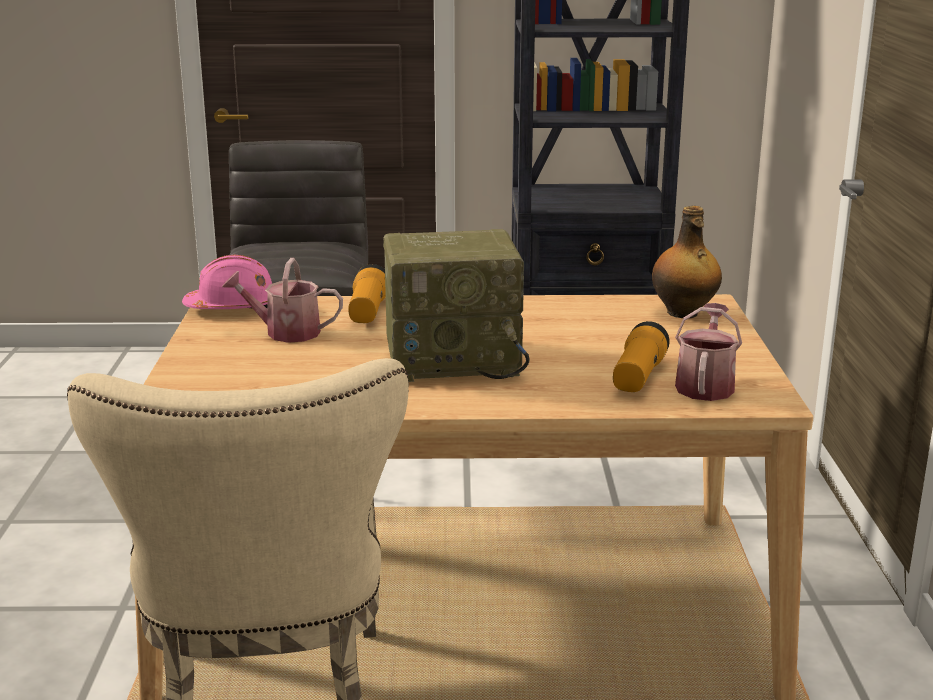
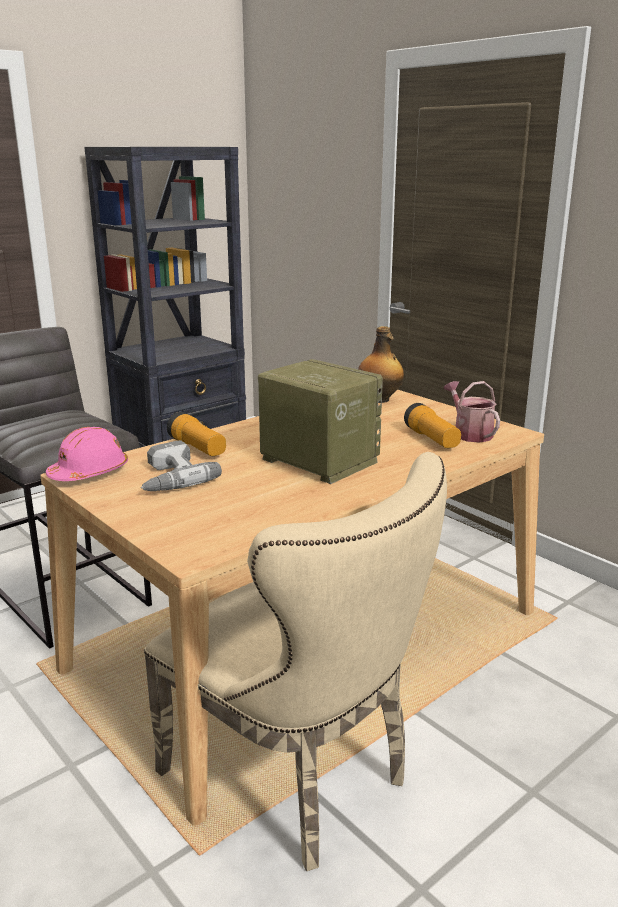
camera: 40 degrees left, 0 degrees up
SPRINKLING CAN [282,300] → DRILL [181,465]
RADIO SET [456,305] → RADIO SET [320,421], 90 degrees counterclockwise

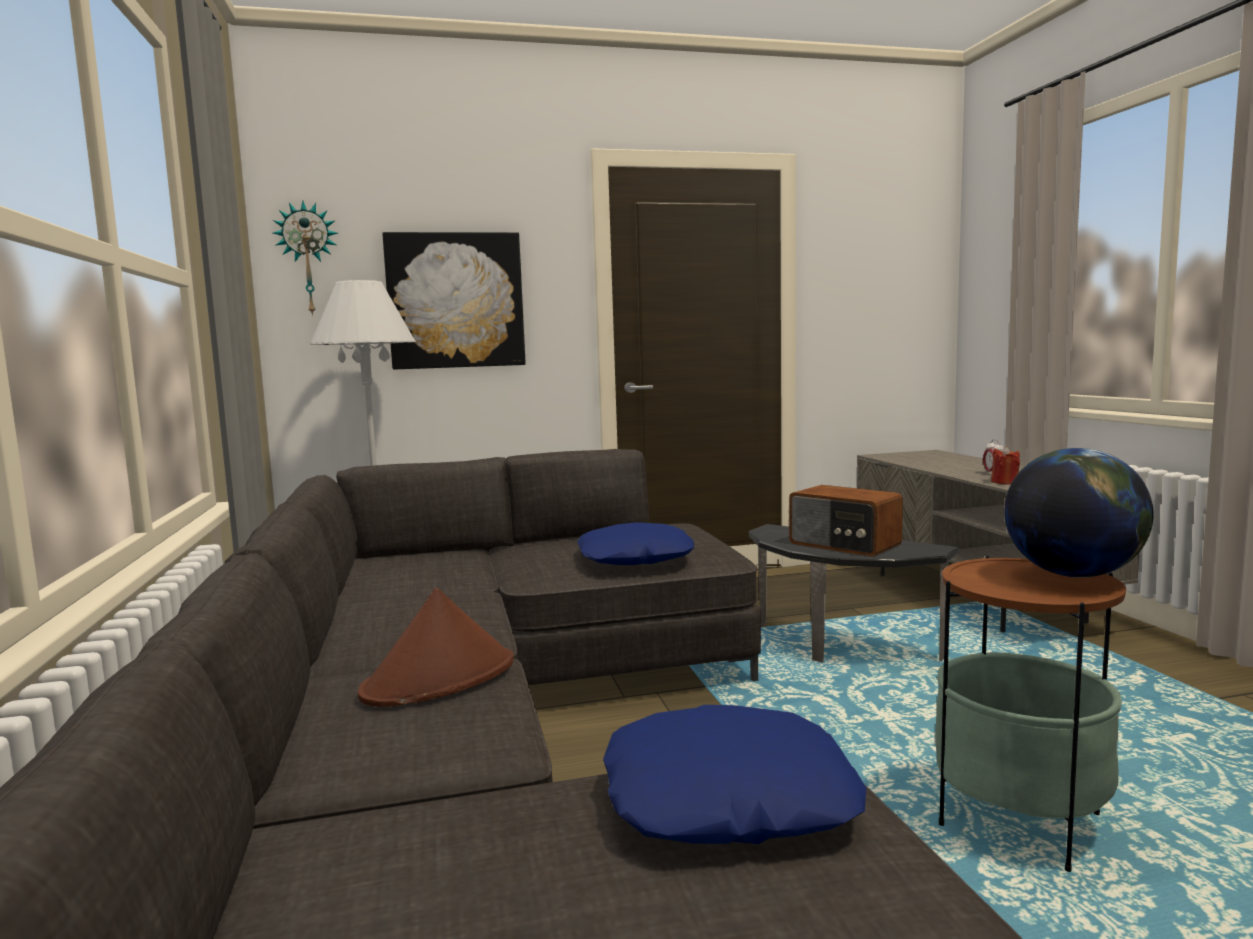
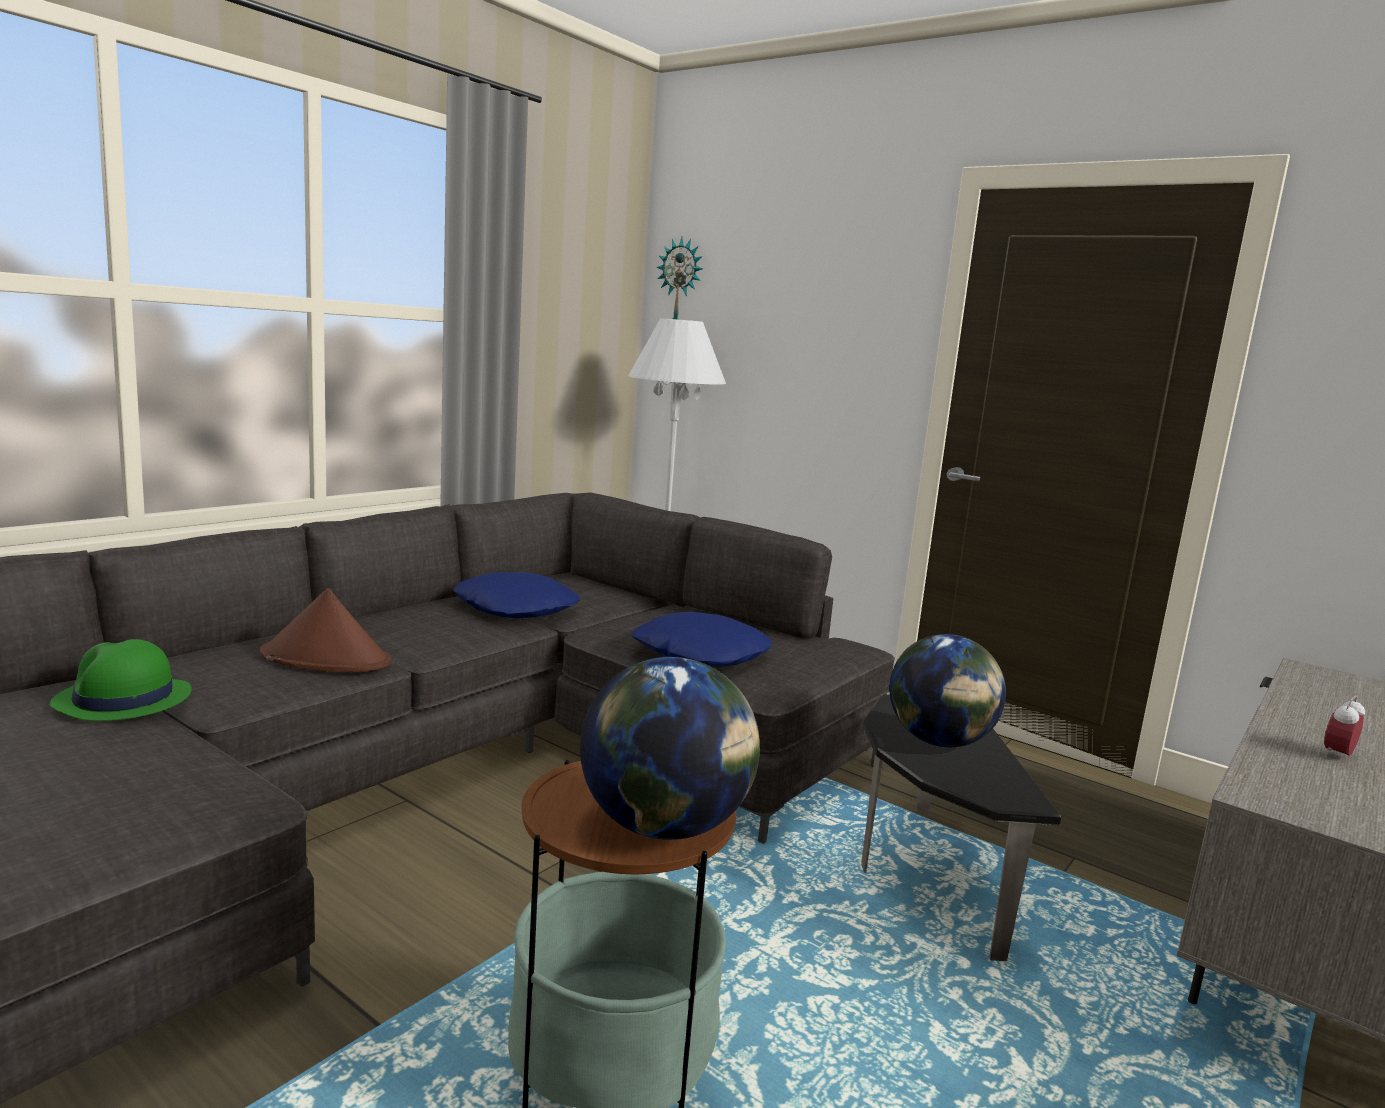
camera: 50 degrees right, 5 degrees up
WALL ART [454,300] → -
REDDISH WAX LIGHT [1005,465] → -
- → GREENISH CLOTHING HAT [121,680]
BLUISH PILLOW [734,774] → BLUISH PILLOW [516,595], shifted
RADIO SET [846,520] → DESK GLOBE [947,690]

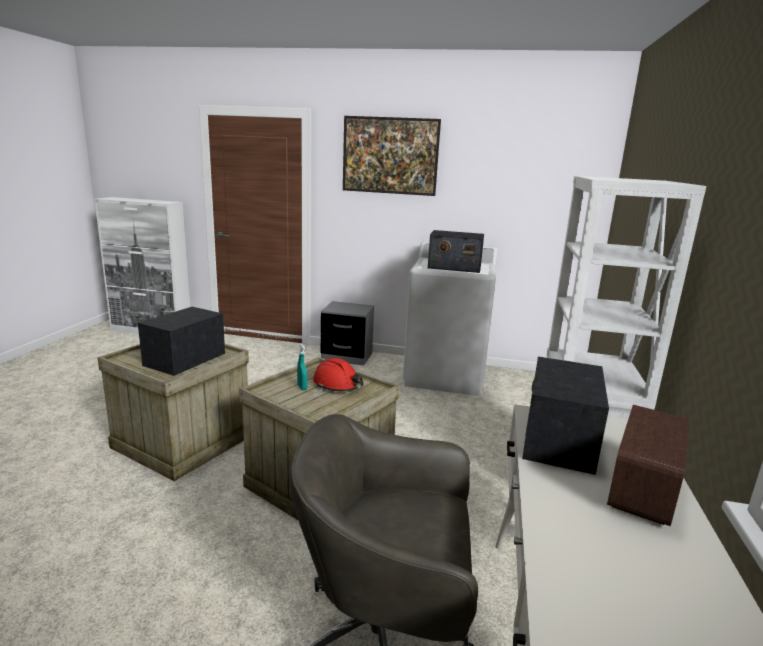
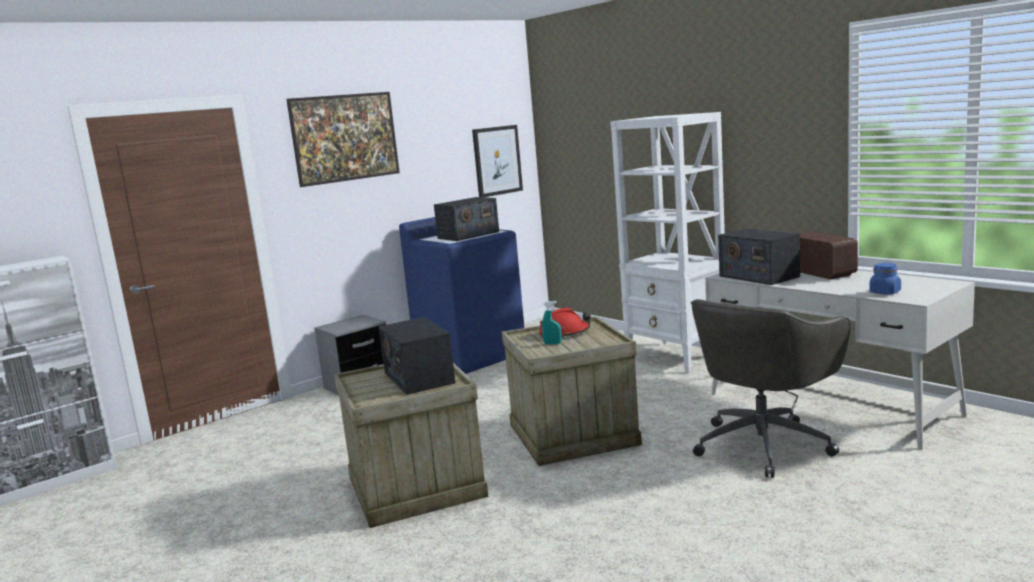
camera: 50 degrees left, 5 degrees down
- → WALL ART [497,161]
- → BLUISH STORAGE JAR [885,278]
WHITE-COLOURED WASHING MACHINE [450,318] → BLUISH WASHING MACHINE [461,295]

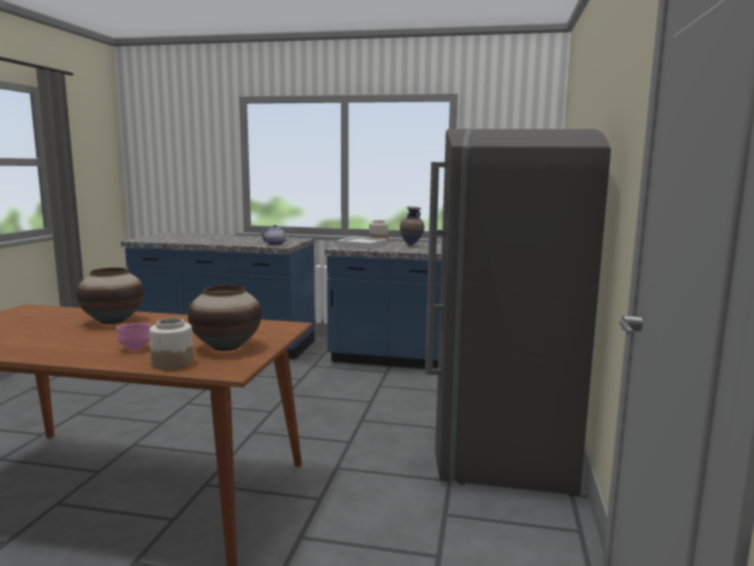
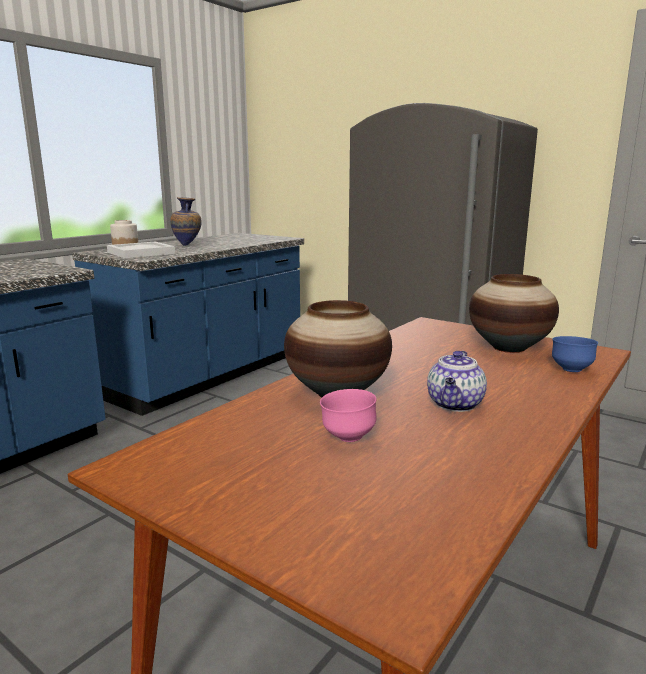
camera: 65 degrees left, 5 degrees up
PINKISH BOWL [133,336] → PINKISH BOWL [348,415], shifted
TEAPOT [275,235] → TEAPOT [457,381], shifted
STORAGE JAR [171,344] → BLUISH BOWL [575,354]

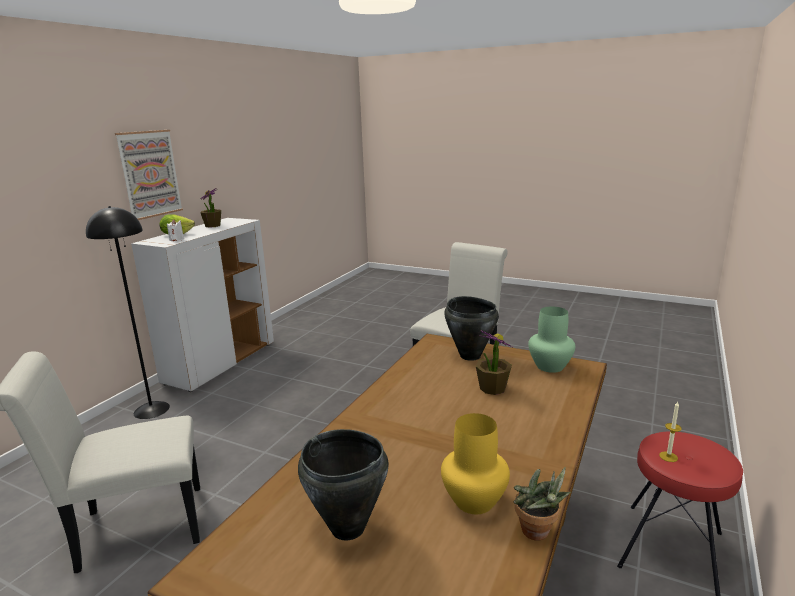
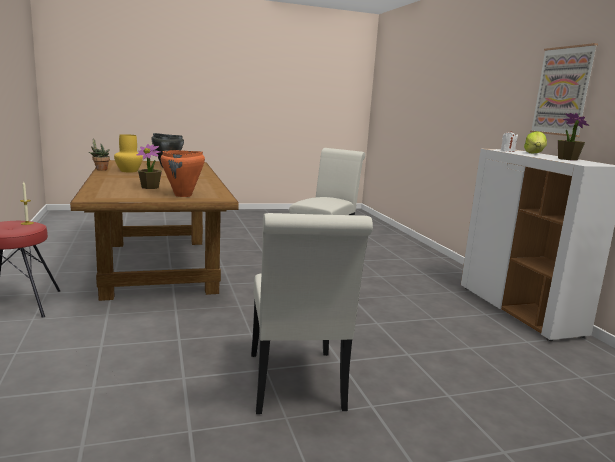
camera: 135 degrees right, 5 degrees down
BLACK-COLOURED STANDING LAMP [128,312] → -
GREENISH FLOWER VASE [551,339] → -
BLACK-COLOURED SAUCEPOT [471,328] → ORANGE SAUCEPOT [183,173]

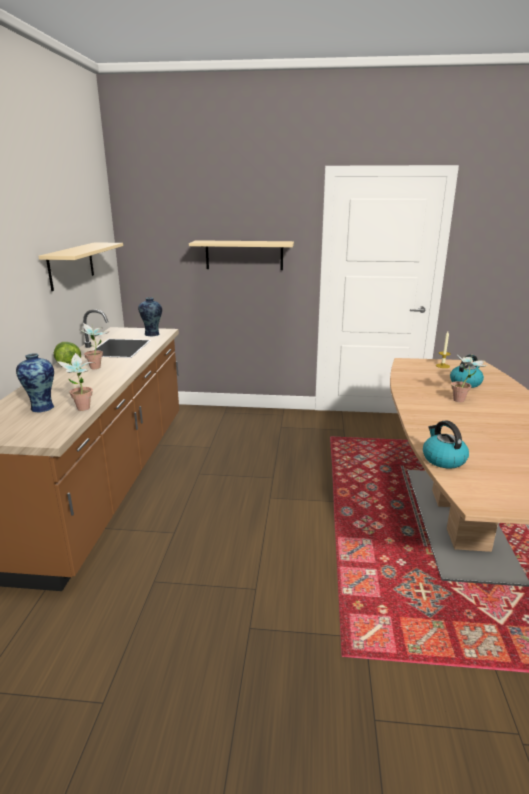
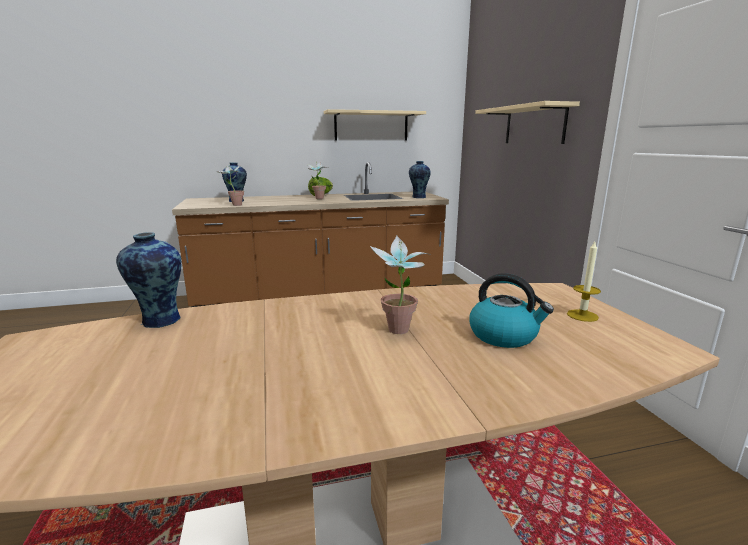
camera: 70 degrees right, 5 degrees down
TEA KETTLE [446,444] → FLOWER VASE [149,280]

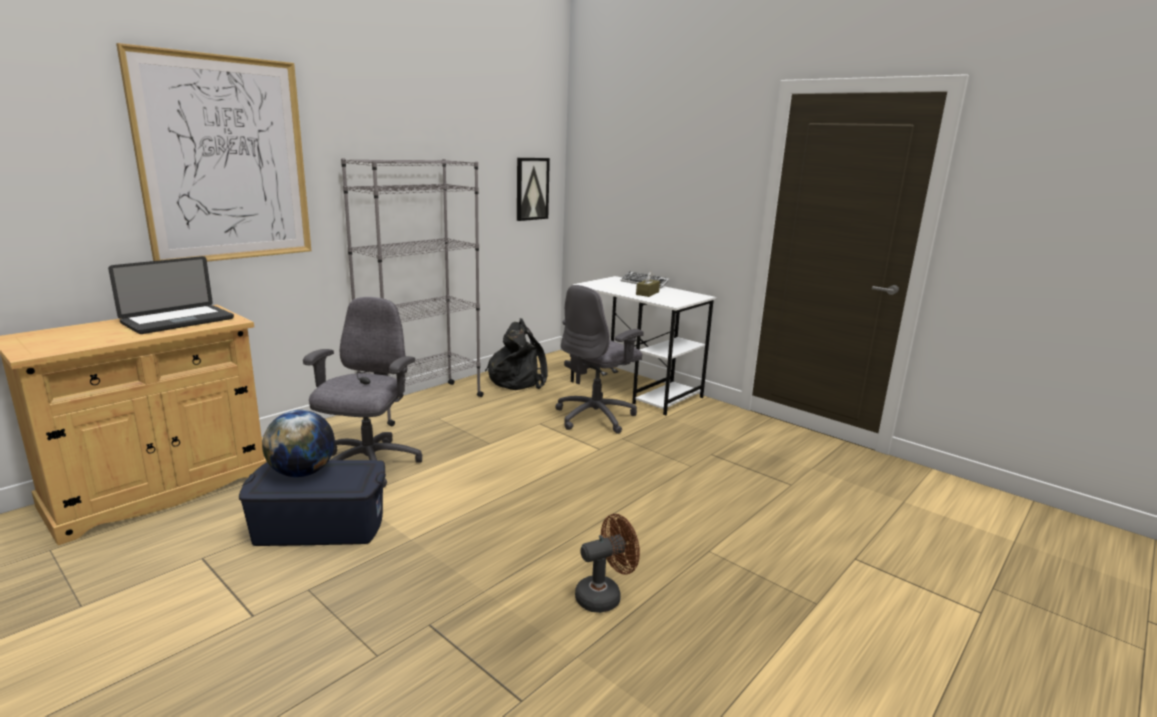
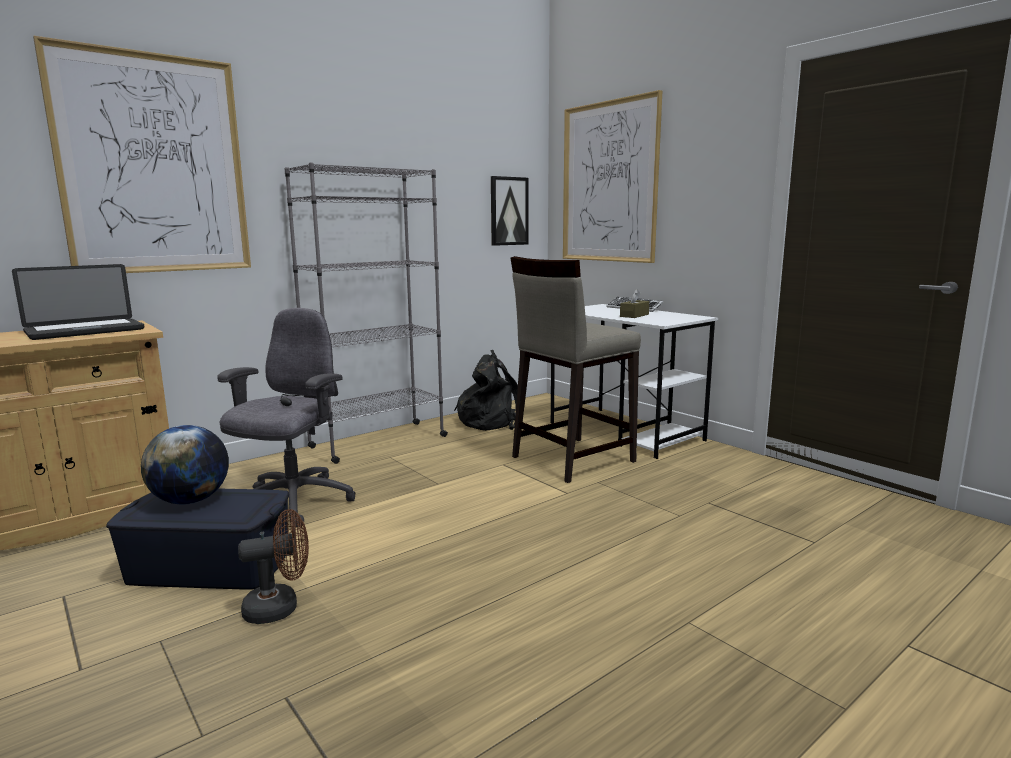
camera: 10 degrees right, 5 degrees down
- → WALL ART [612,176]
BROWN FAN [607,563] → BROWN FAN [273,566], shifted
GREY OFFICE CHAIR [599,359] → BEIGE SITTING STOOL [576,369]

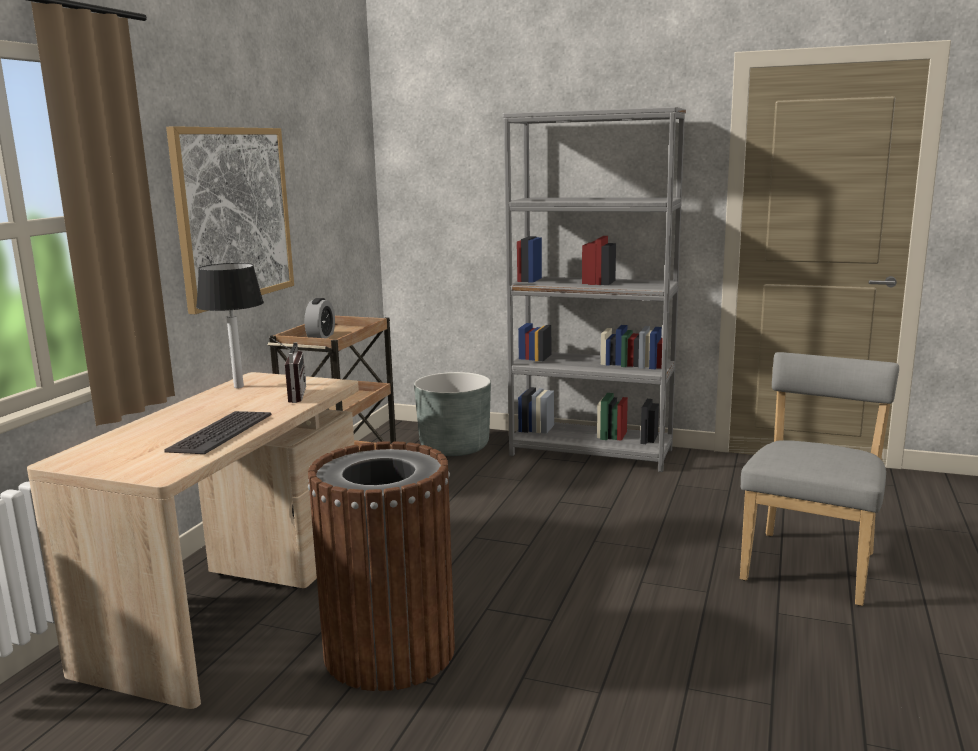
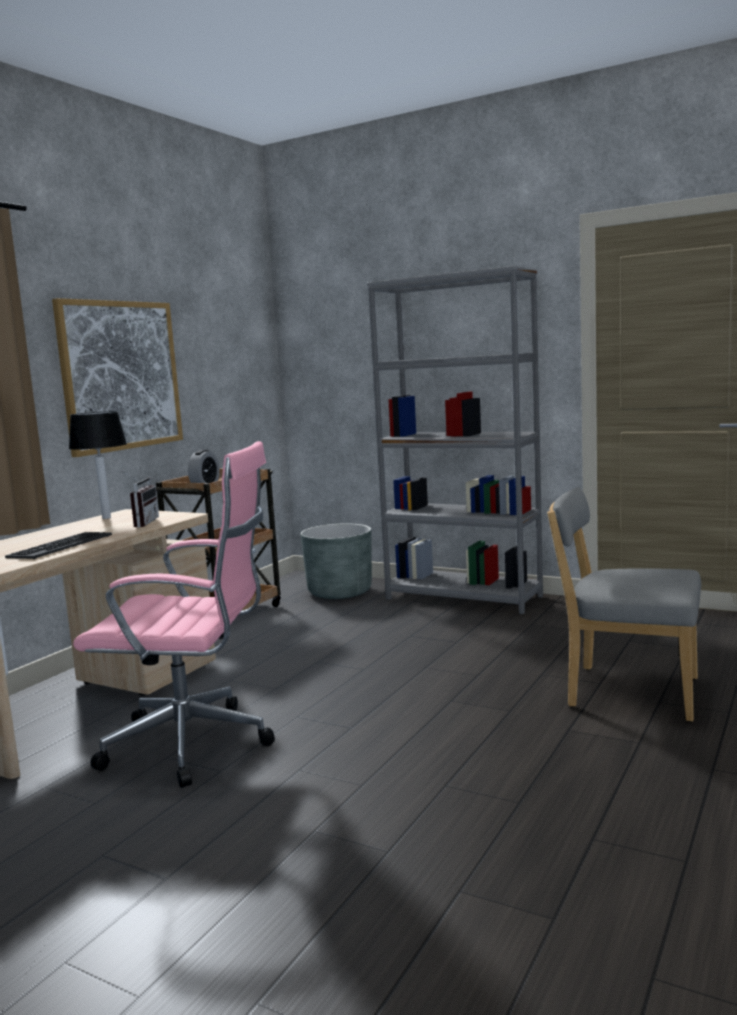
camera: 10 degrees right, 5 degrees down
BROWN WASTE BIN [381,566] → PINKISH OFFICE CHAIR [174,614]
GREY CHAIR [819,479] → GREY CHAIR [624,604], 105 degrees counterclockwise

